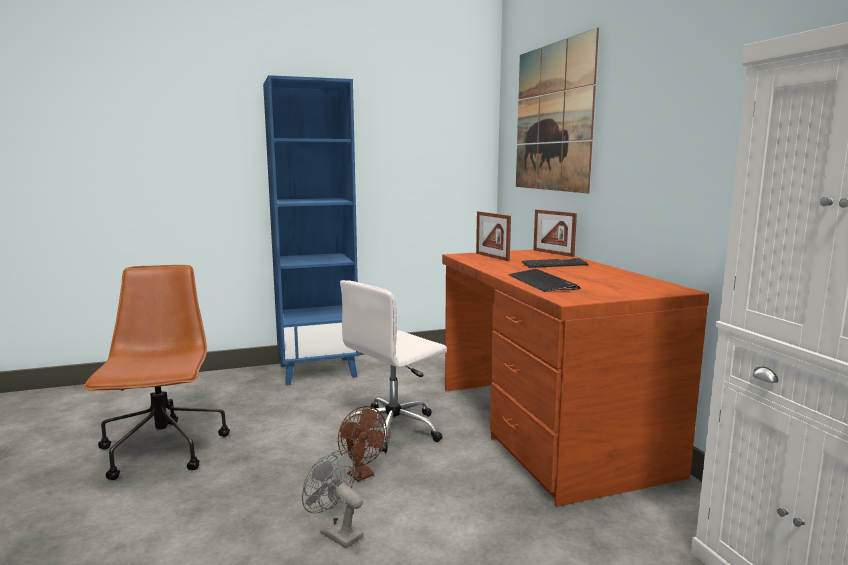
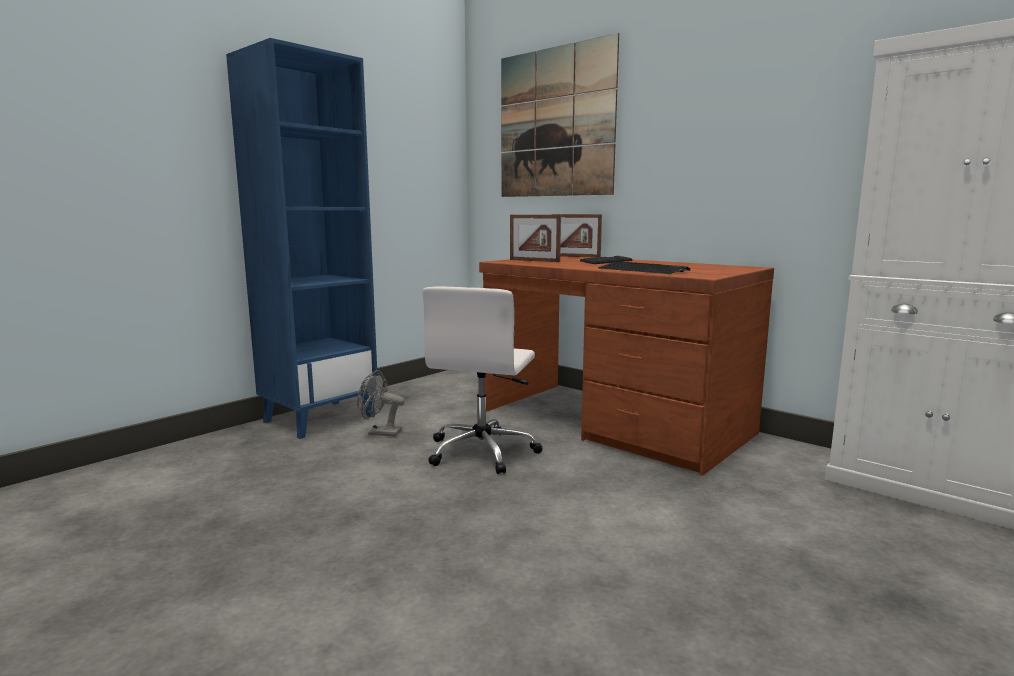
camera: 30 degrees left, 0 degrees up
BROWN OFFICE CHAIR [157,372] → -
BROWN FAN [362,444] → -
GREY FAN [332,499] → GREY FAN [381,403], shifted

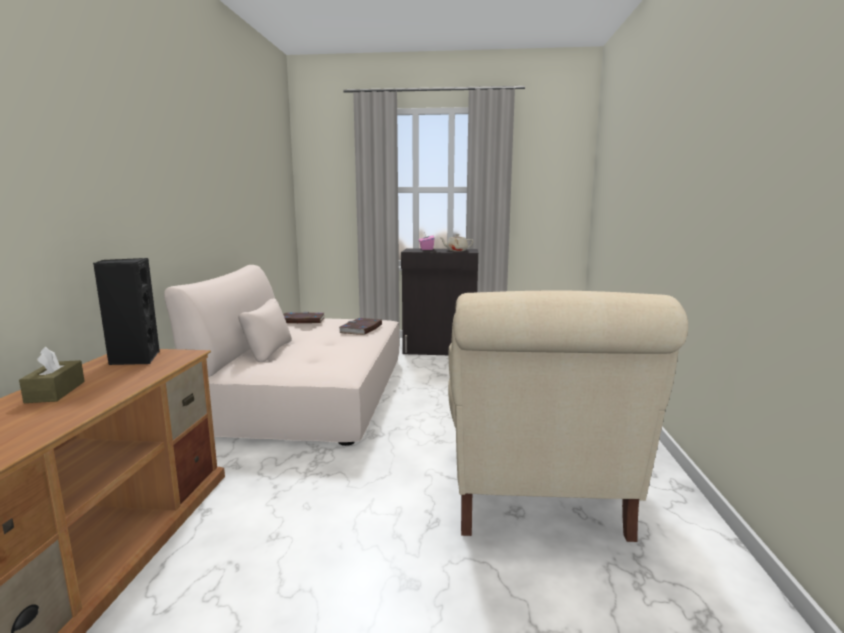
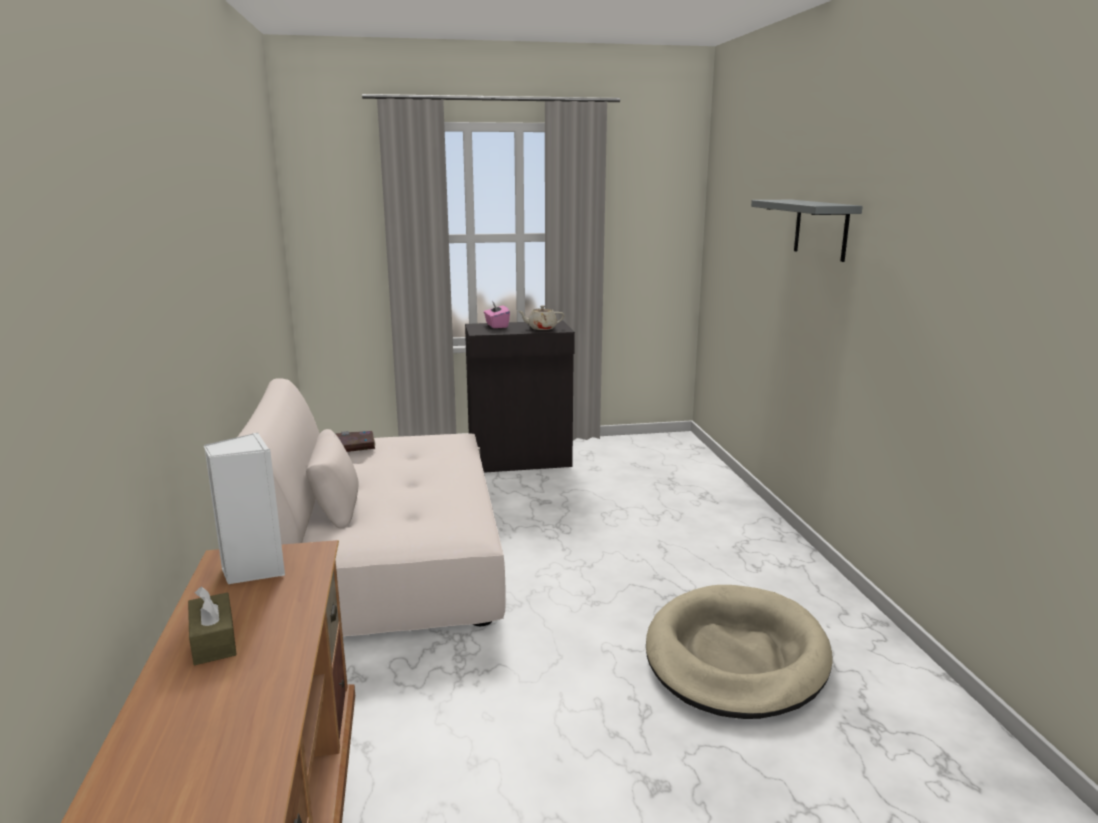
camera: 15 degrees left, 5 degrees up
VOLUME [360,326] → -
- → GREY SHELF [807,231]
BEIGE ARMCHAIR [568,416] → BEIGE DOG BED [739,652]
BLACK-COLOURED LOUDSPEAKER [126,311] → WHITE-COLOURED LOUDSPEAKER [244,508]

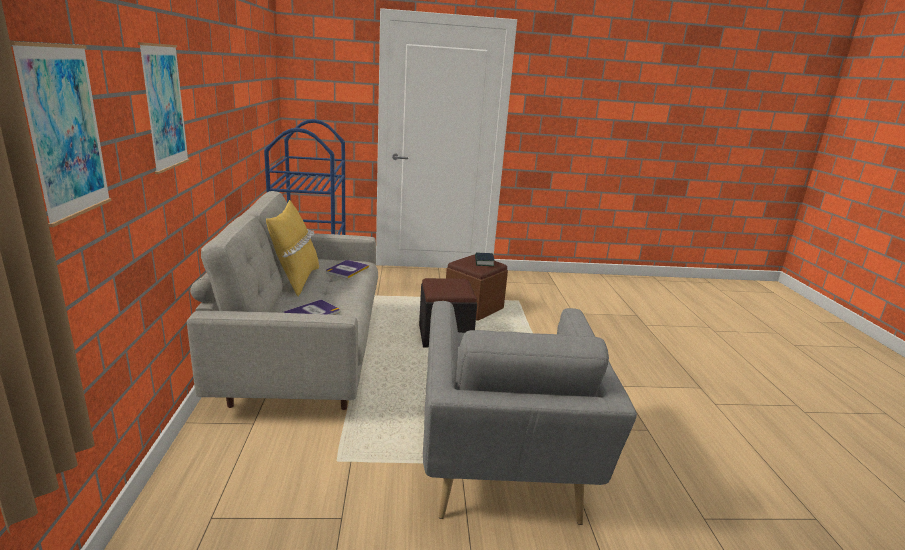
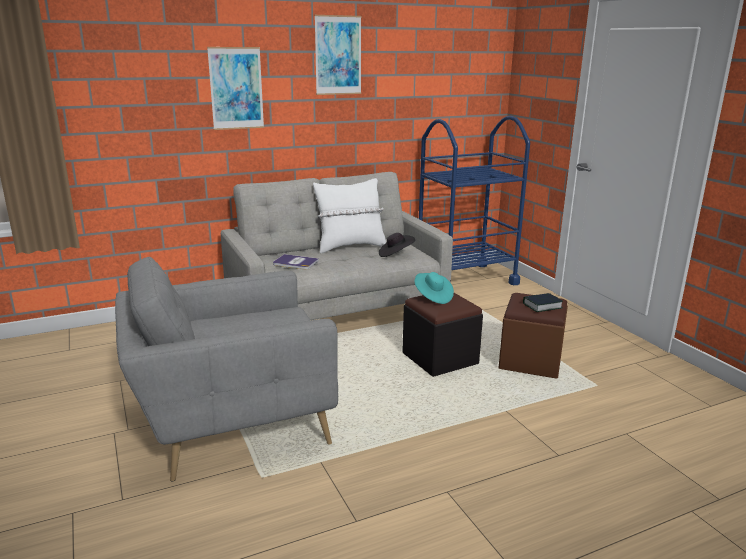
camera: 70 degrees right, 0 degrees up
- → TURQUOISE CLOTHING HAT [434,288]
WALL ART [61,134] → WALL ART [338,55], shifted
VOLUME [347,269] → BLACK-COLOURED CLOTHING HAT [397,245]
YELLOWISH PILLOW [292,248] → WHITE-COLOURED PILLOW [349,215]

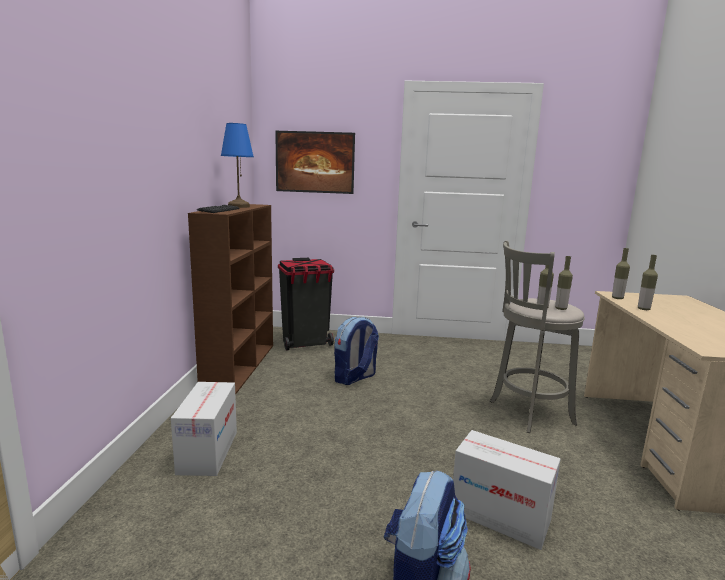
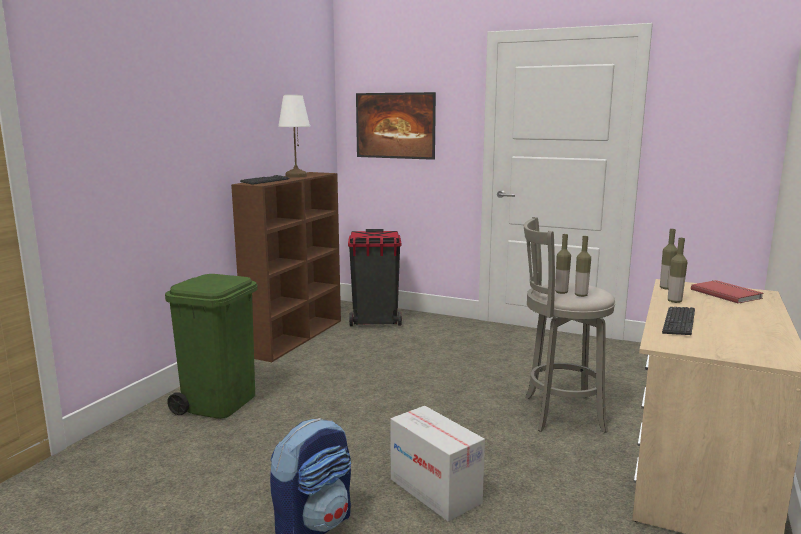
camera: 20 degrees right, 0 degrees up
RUCKSACK [356,351] → -
- → COMPUTER KEYBOARD [678,321]
- → REDDISH VOLUME [727,292]
CARDBOARD BOX [204,429] → GREENISH WASTE BIN [211,346]
BLUISH TABLE LAMP [237,165] → WHITE-COLOURED TABLE LAMP [294,136]

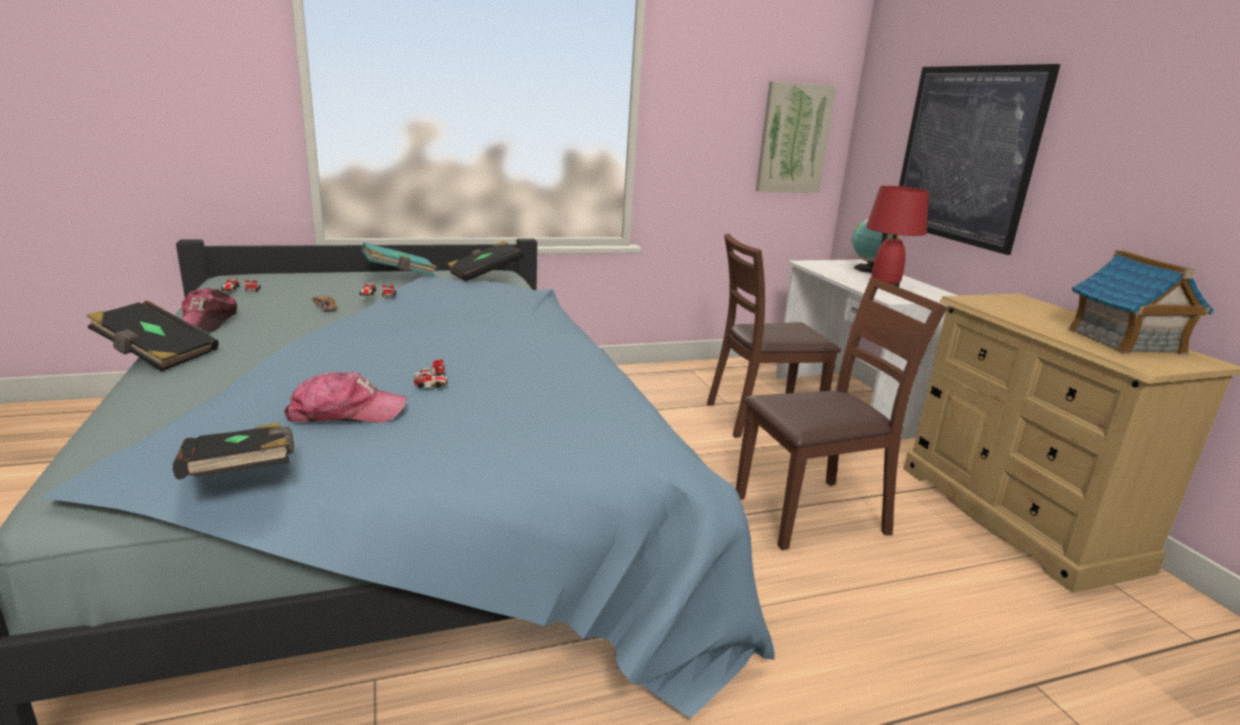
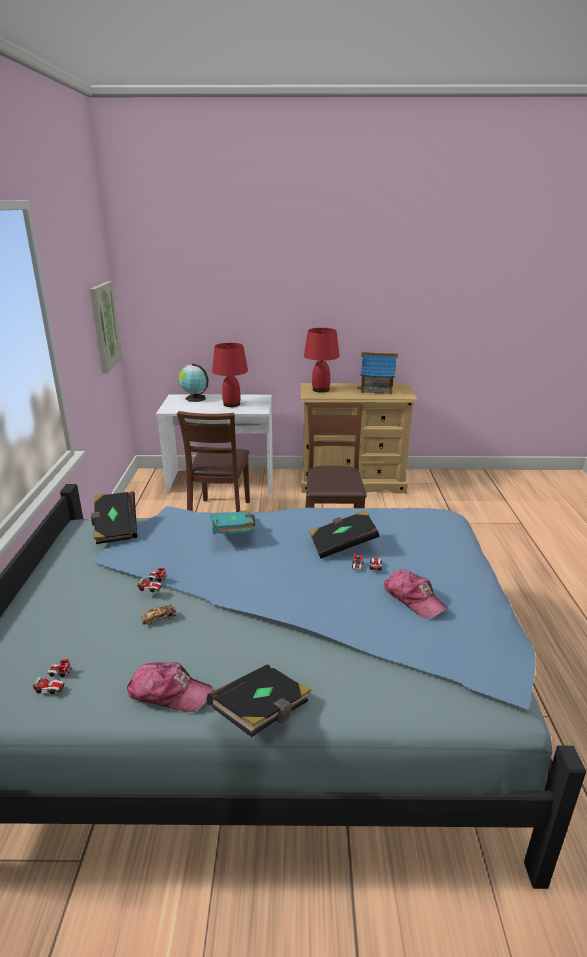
camera: 70 degrees left, 5 degrees up
WALL ART [980,159] → -
- → REDDISH TABLE LAMP [322,360]
BLACK-COLOURED VOLUME [233,451] → BLACK-COLOURED VOLUME [344,534], shifted
TURQUOISE VOLUME [399,260] → TURQUOISE VOLUME [232,522], shifted
CAP [345,397] → CAP [416,593], 135 degrees clockwise

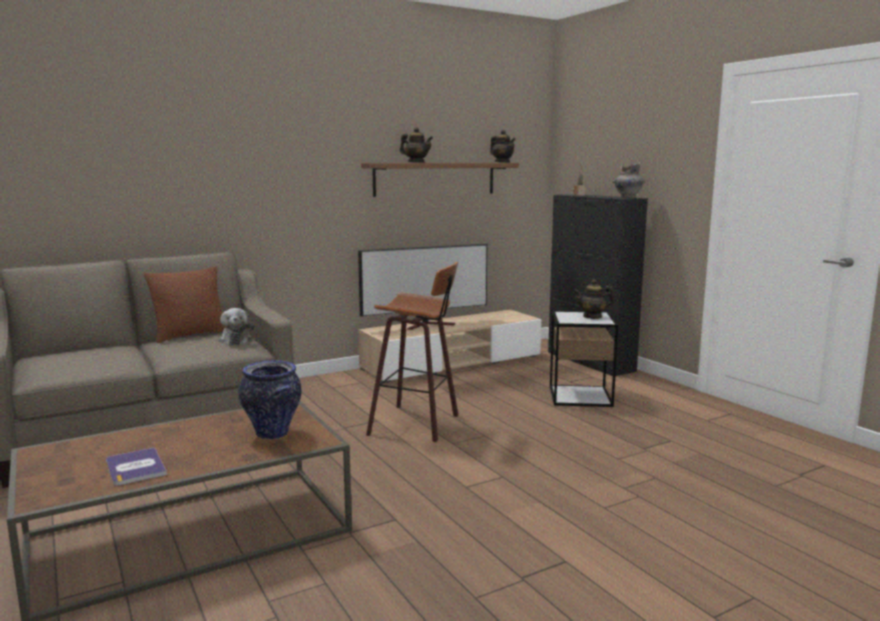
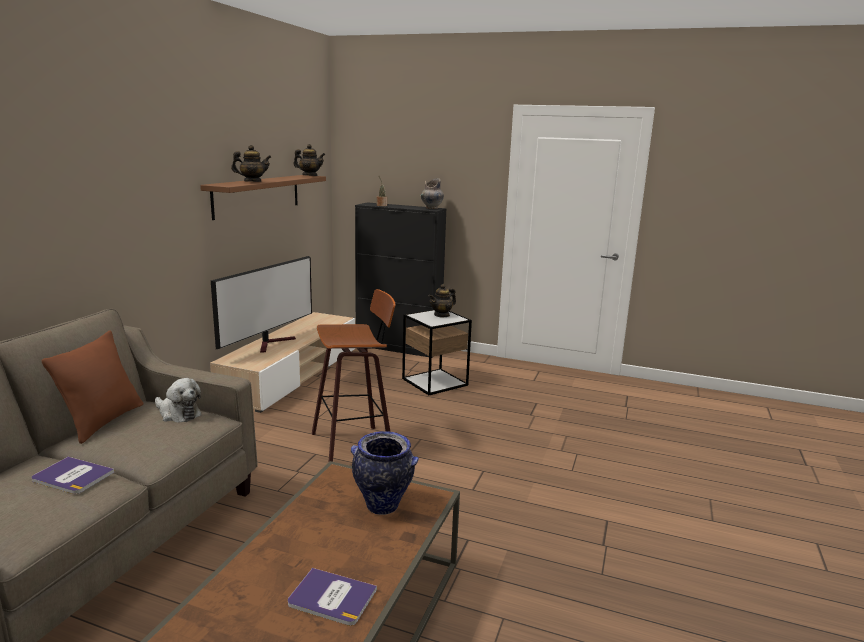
camera: 40 degrees left, 5 degrees up
- → VOLUME [72,475]

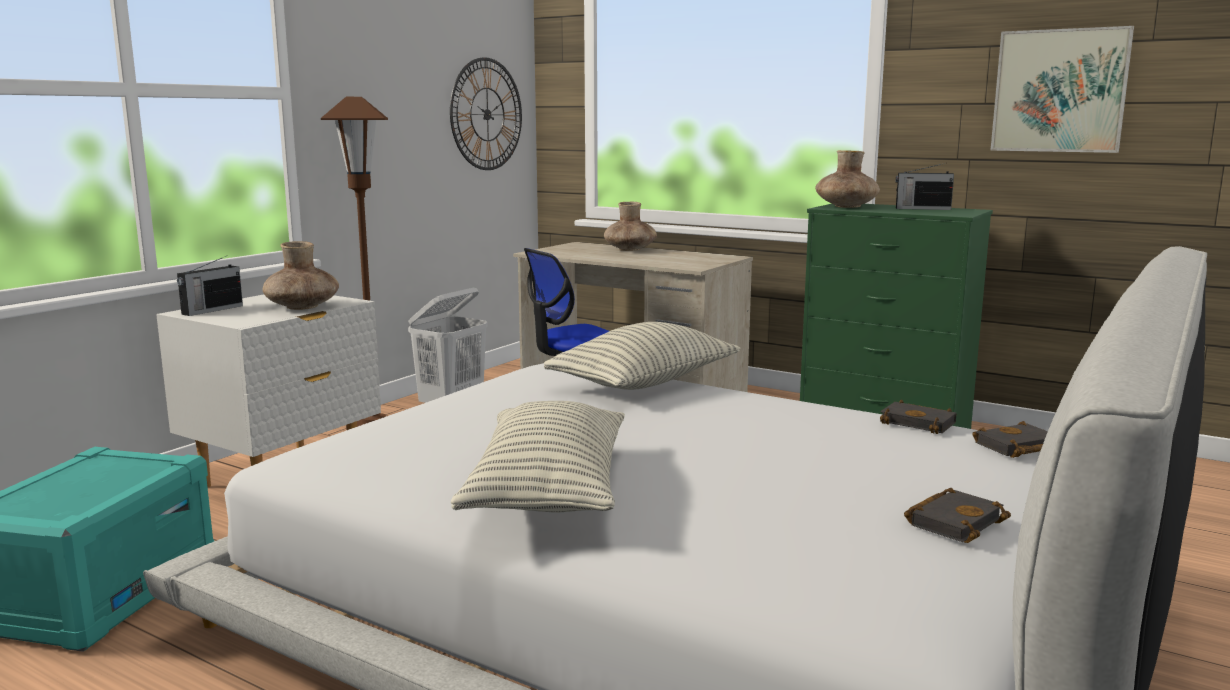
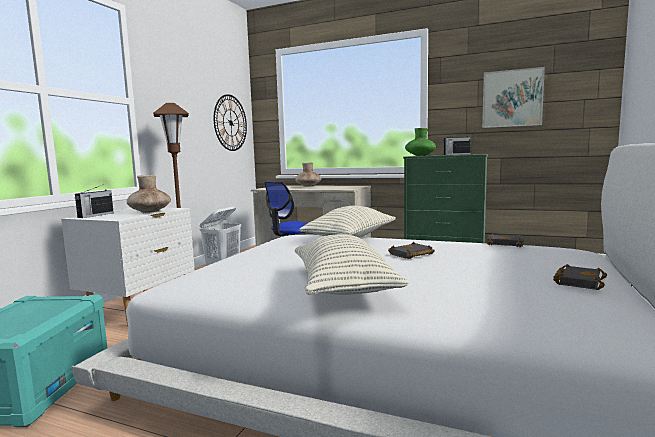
camera: 10 degrees left, 5 degrees down
BLACK-COLOURED VOLUME [1010,439] → BLACK-COLOURED VOLUME [411,250], shifted
BROWN FLOWER VASE [847,179] → GREENISH FLOWER VASE [420,142]

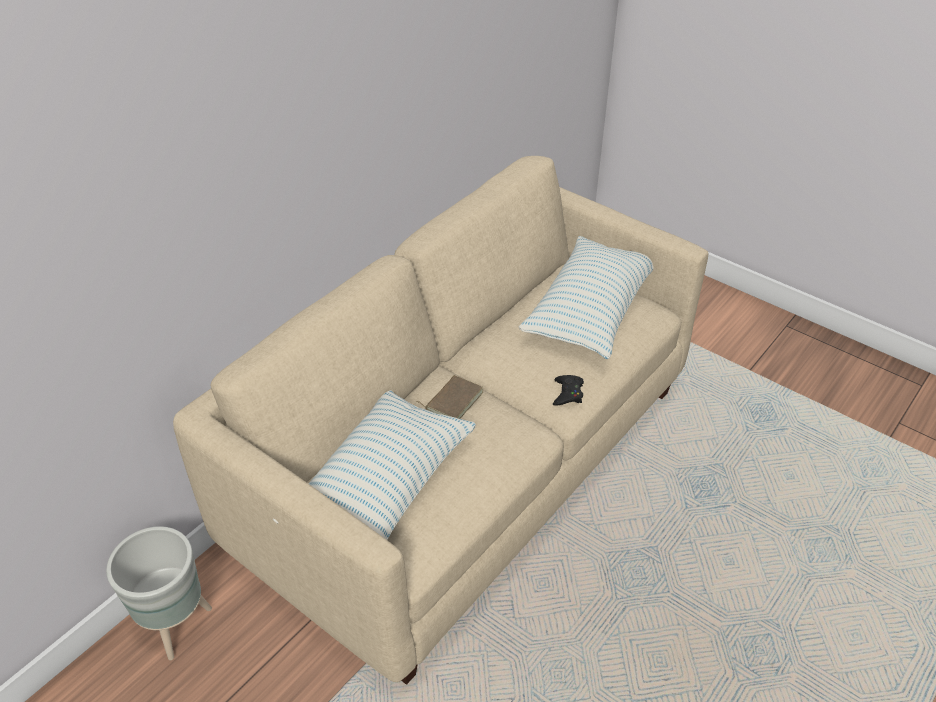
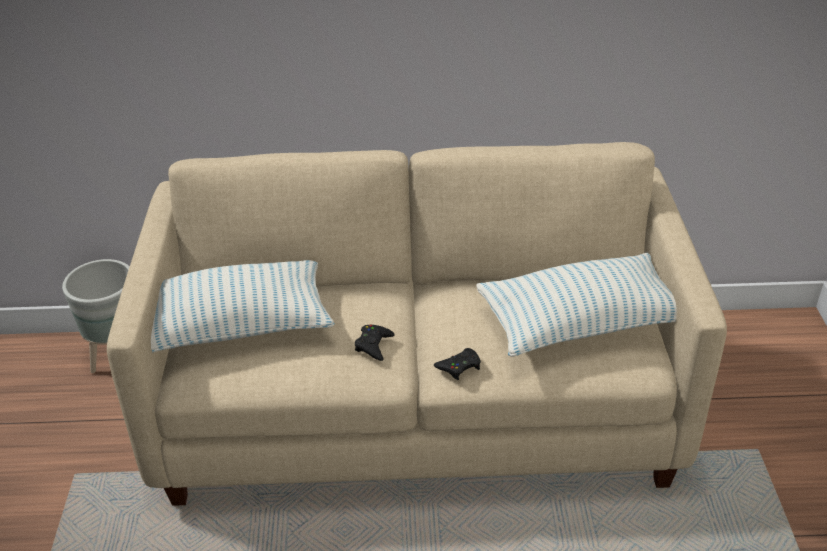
camera: 50 degrees right, 5 degrees down
BROWN VOLUME [449,397] → -
- → BLACK-COLOURED GAMEPAD [375,343]

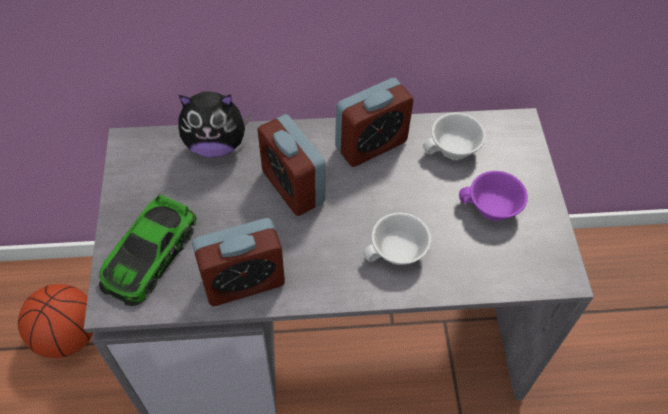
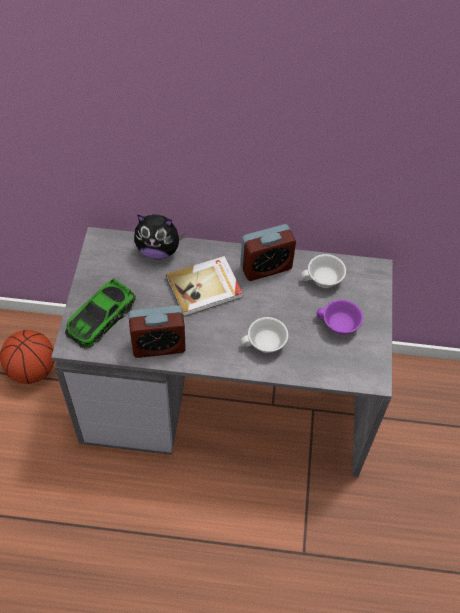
camera: 10 degrees right, 0 degrees up
ALARM CLOCK [291,165] → VOLUME [204,286]

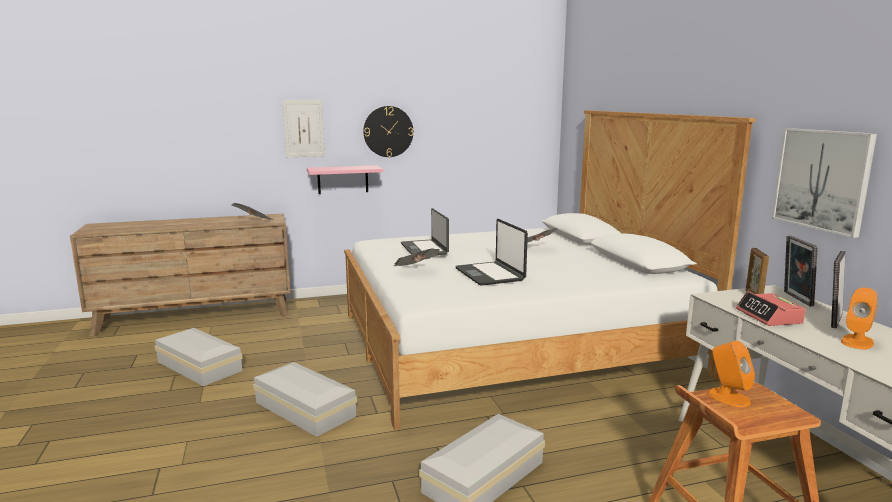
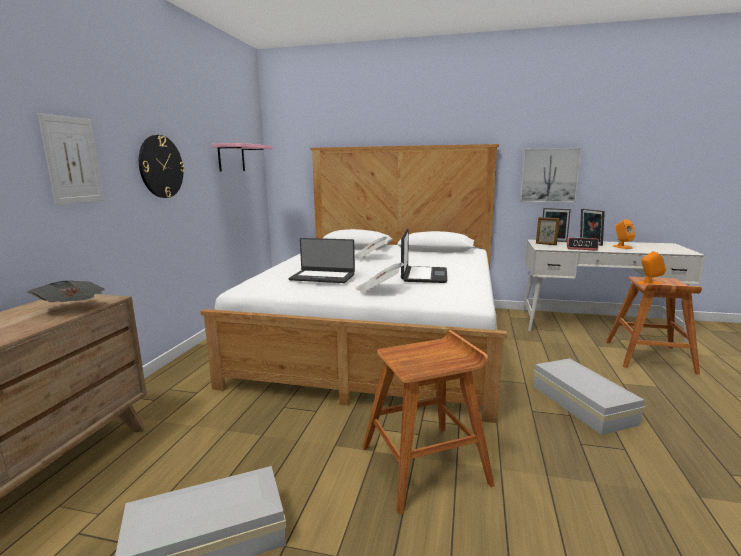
camera: 60 degrees left, 0 degrees up
PINKISH SHELF [345,179] → PINKISH SHELF [242,157], shifted
WHITE-COLOURED STORAGE BIN [305,399] → BROWN SITTING STOOL [428,422]
PORTABLE COMPUTER [491,252] → PORTABLE COMPUTER [424,256], 90 degrees counterclockwise

